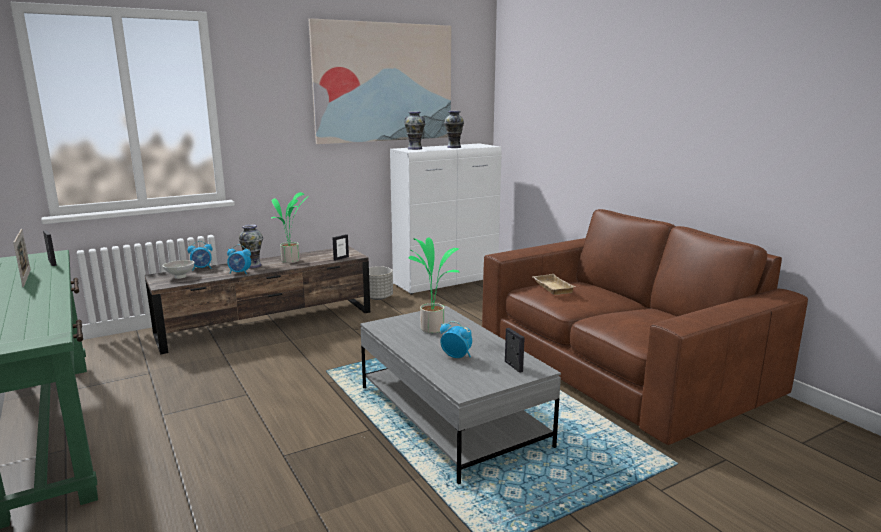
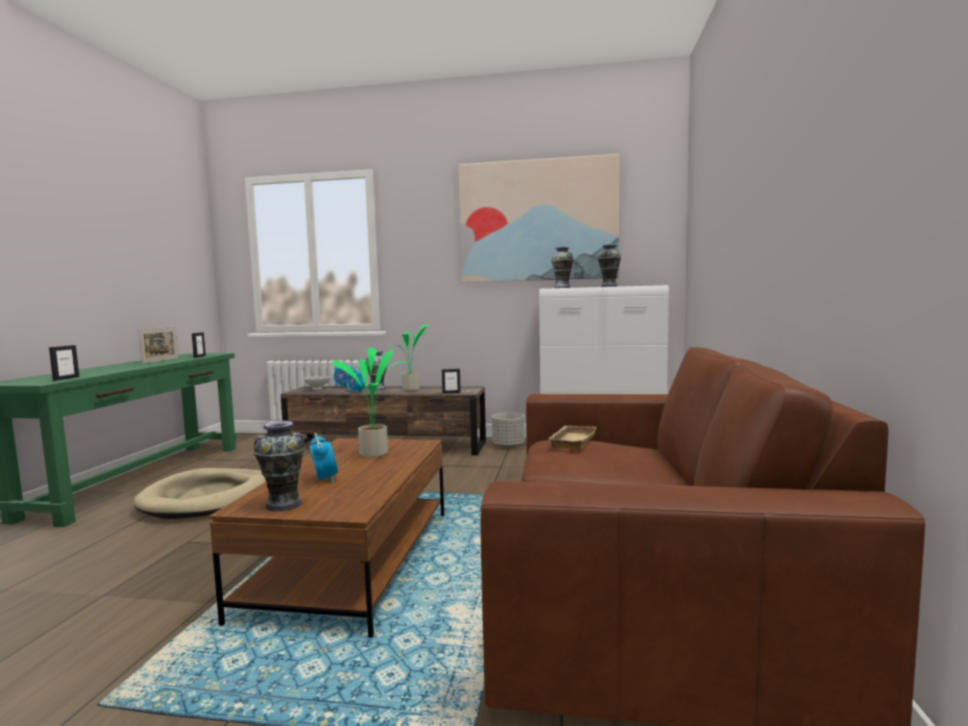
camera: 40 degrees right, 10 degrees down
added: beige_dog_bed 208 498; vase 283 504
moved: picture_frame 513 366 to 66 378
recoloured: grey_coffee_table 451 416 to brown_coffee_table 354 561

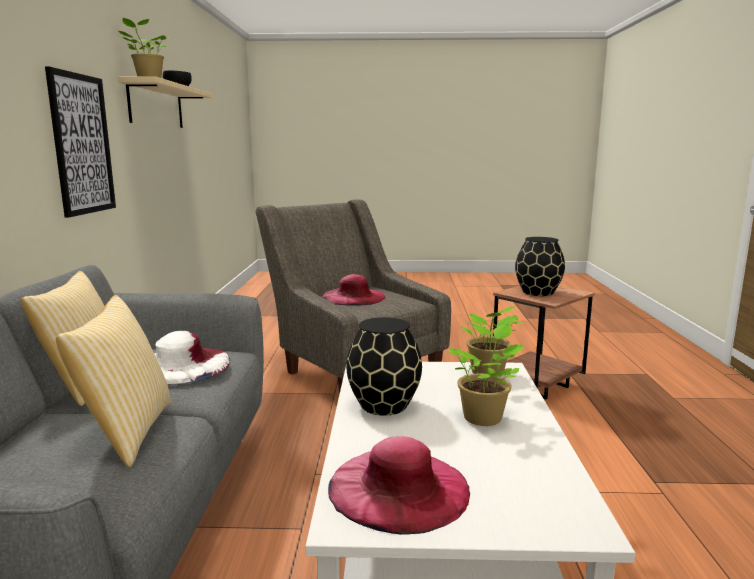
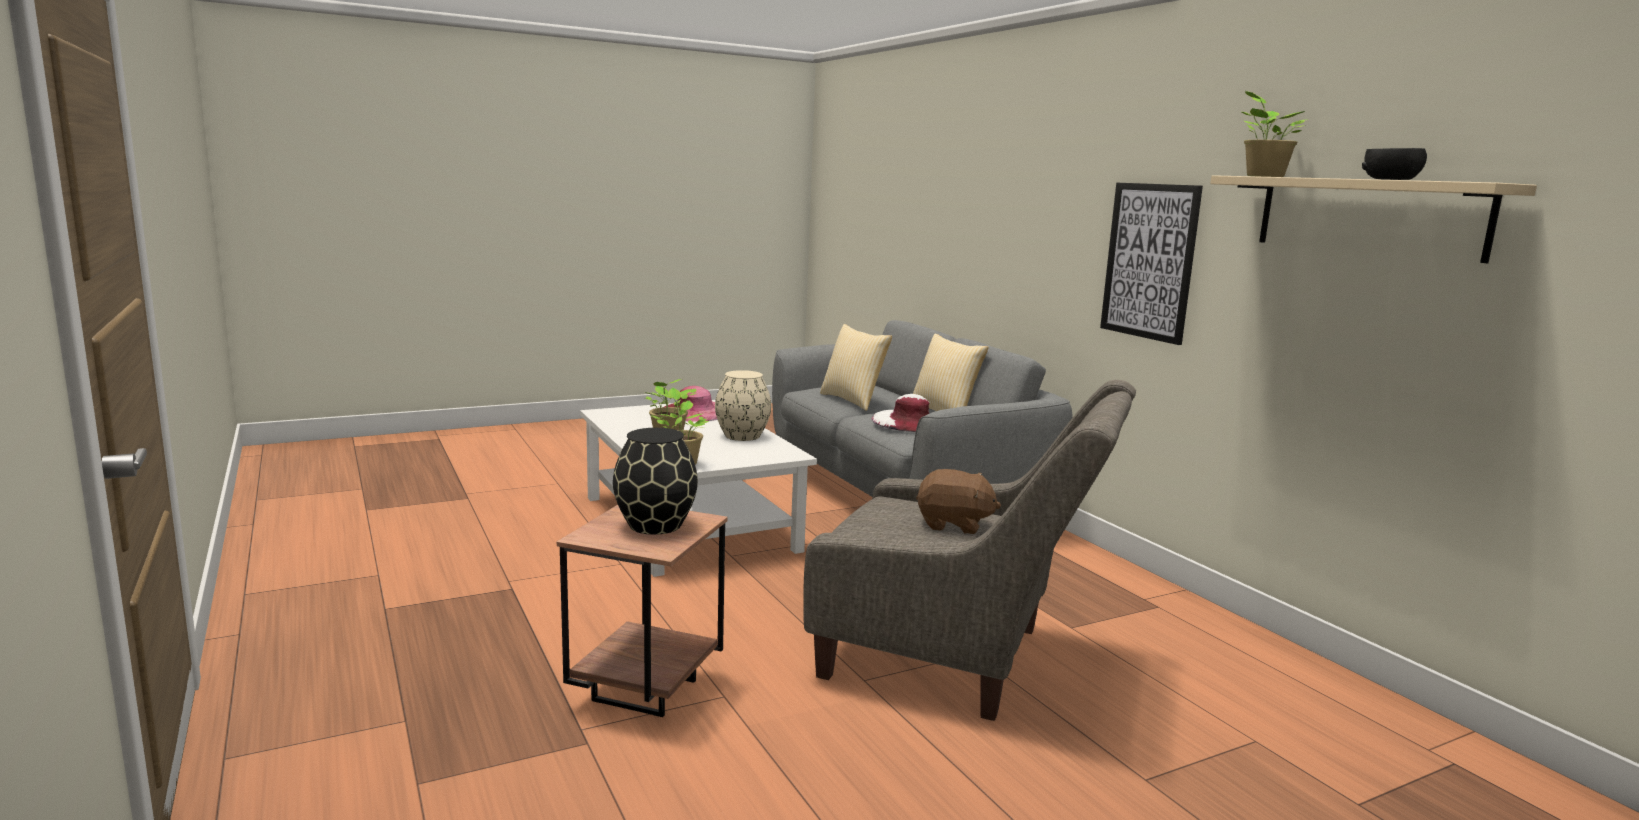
camera: 150 degrees right, 0 degrees up
replaced: pink_hat 353 297 to brown_plush_toy 953 525
recoloured: black_vase 383 405 to beige_vase 743 436

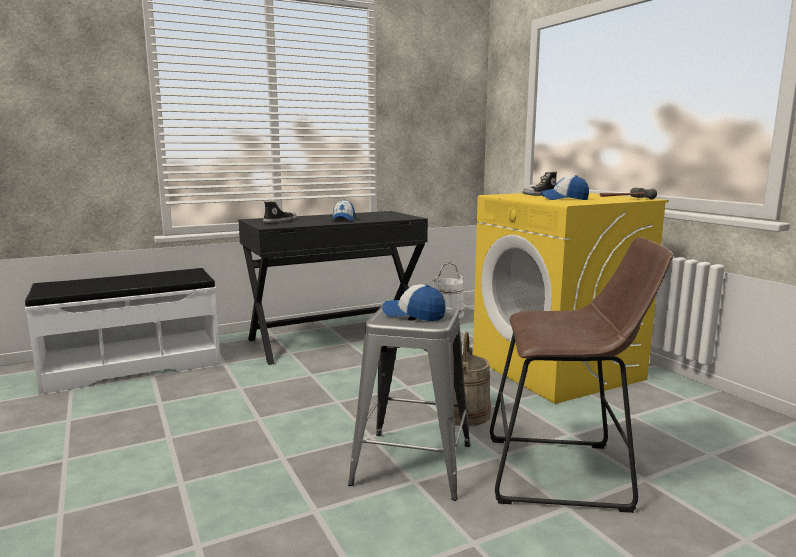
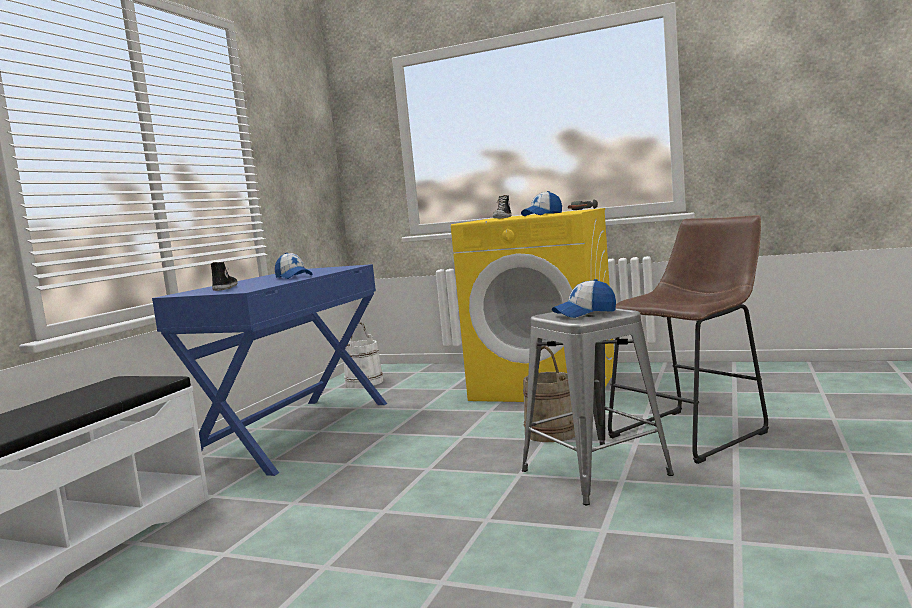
camera: 40 degrees left, 5 degrees down
recoloured: black_desk 336 338 to blue_desk 294 432

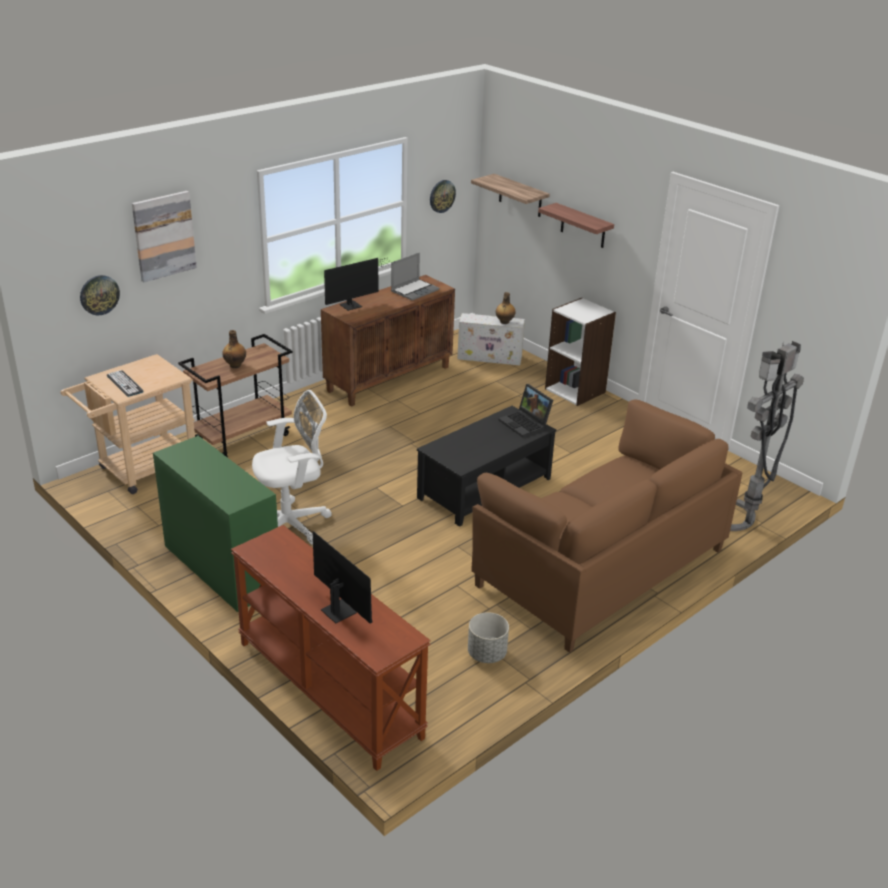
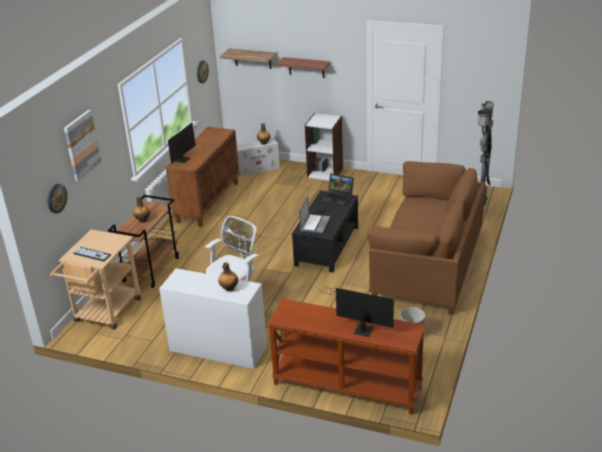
camera: 25 degrees left, 0 degrees up
added: bottle 229 289
moved: laptop 414 290 to 314 224
recoloured: green_desk 221 567 to white_desk 217 348

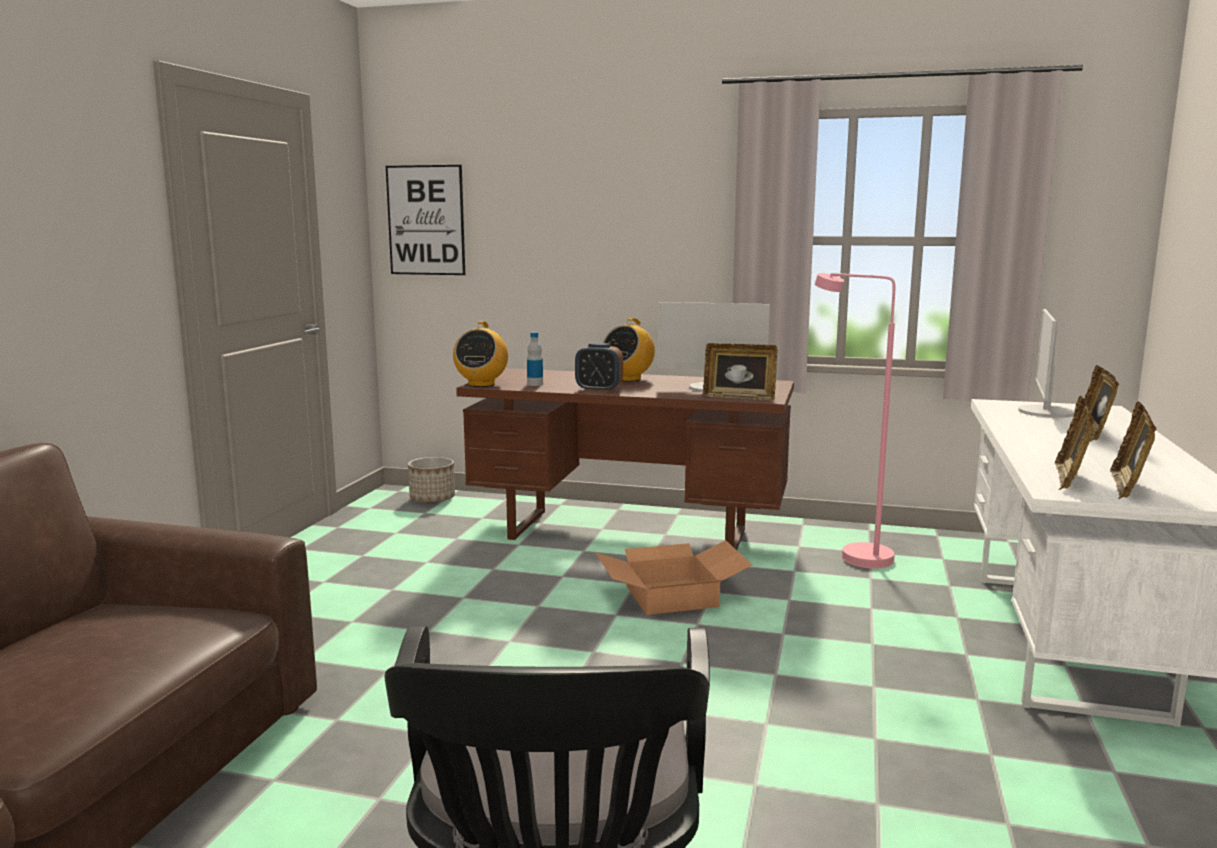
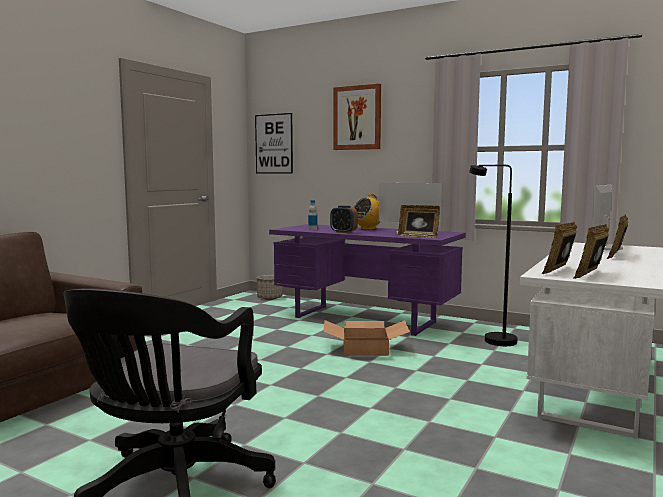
camera: 15 degrees right, 5 degrees down
removed: radio 481 384
added: picture 357 118
recoloured: brown_desk 629 534 to purple_desk 365 319; pink_floor_lamp 853 556 to black_floor_lamp 492 339

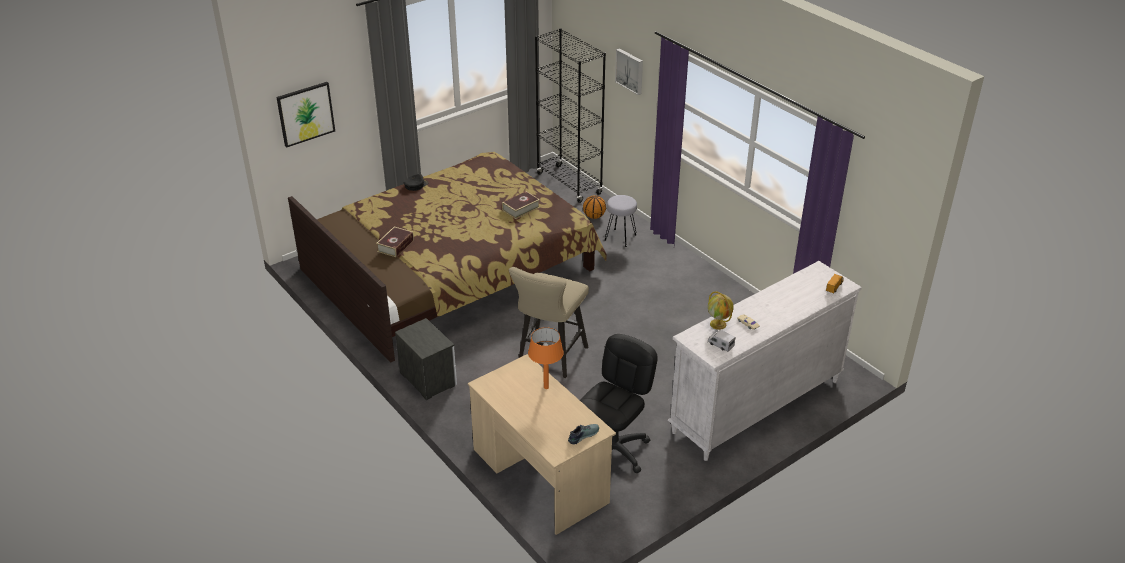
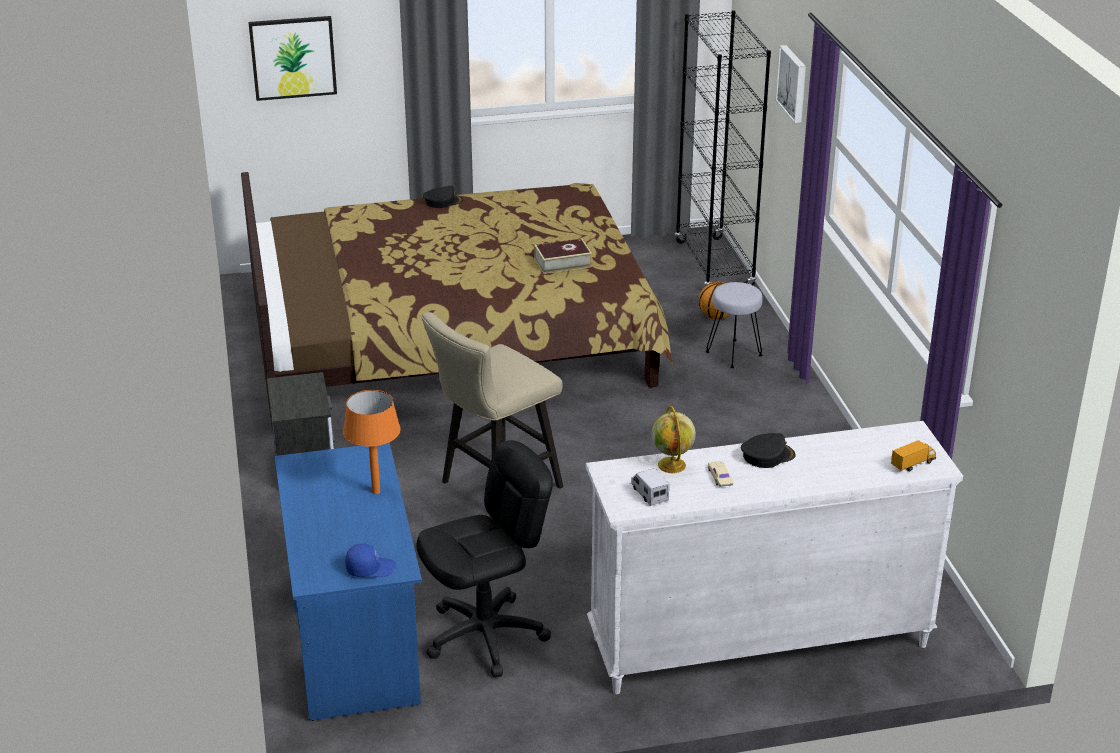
camera: 25 degrees right, 5 degrees down
removed: book 395 246
added: black_cap 767 455
replaced: shoe 582 435 to blue_cap 370 568
recoloured: beige_desk 540 475 to blue_desk 352 636

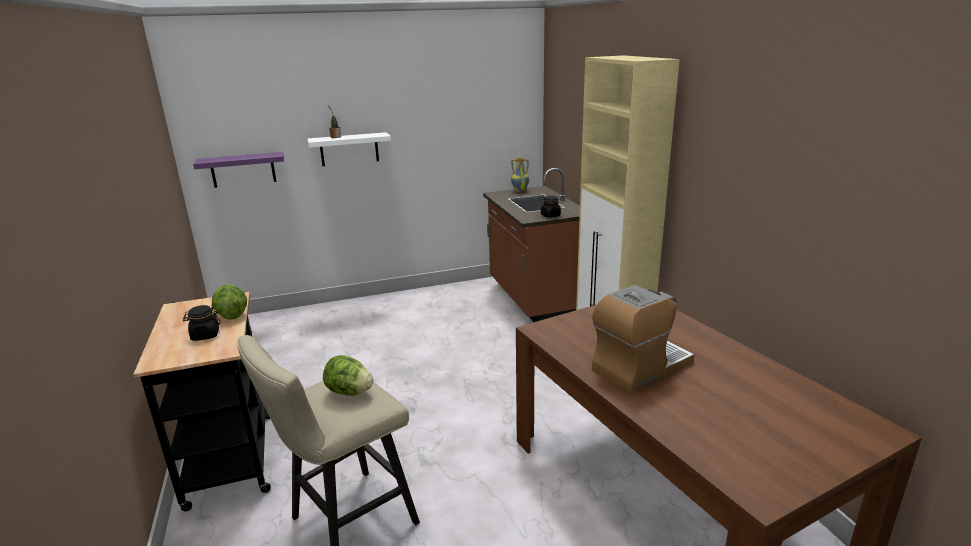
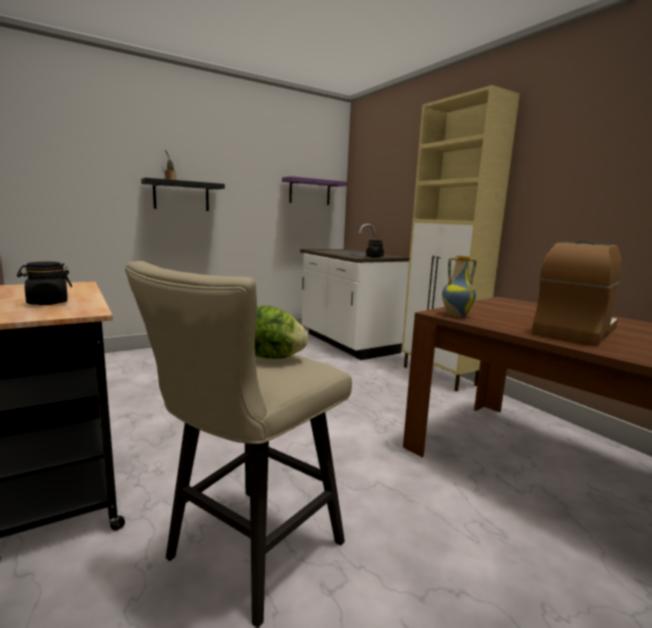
camera: 15 degrees left, 10 degrees down
removed: lettuce 231 315
moved: purple_shelf 243 170 to 309 192; vase 520 191 to 456 315
recoloured: white_shelf 349 149 to black_shelf 181 195; brown_counter 534 299 to white_counter 347 343

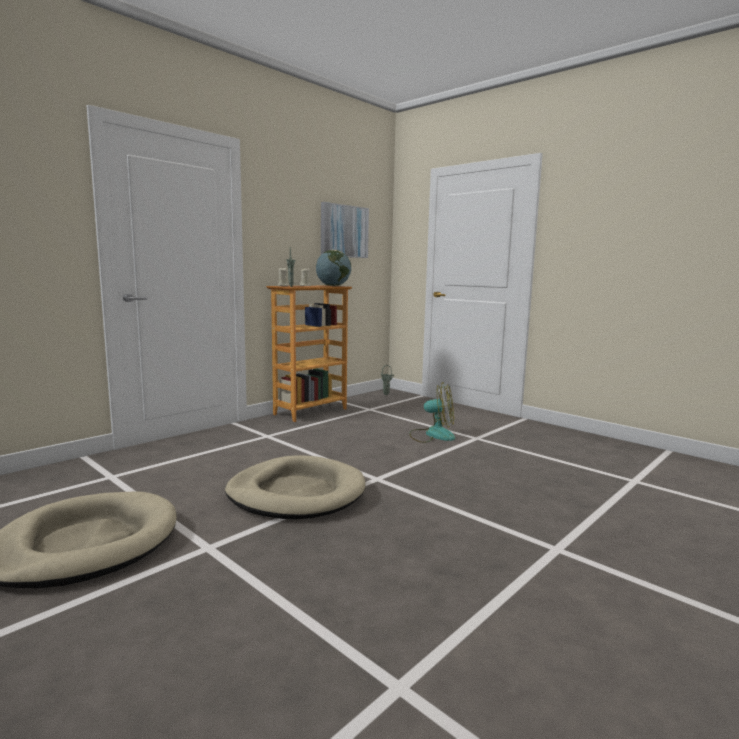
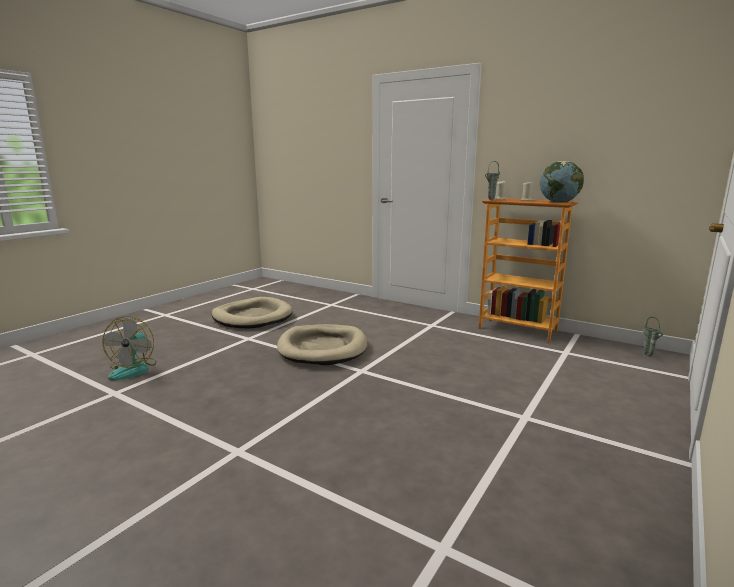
camera: 80 degrees right, 5 degrees up
removed: picture 344 231
moved: fan 432 435 to 134 369

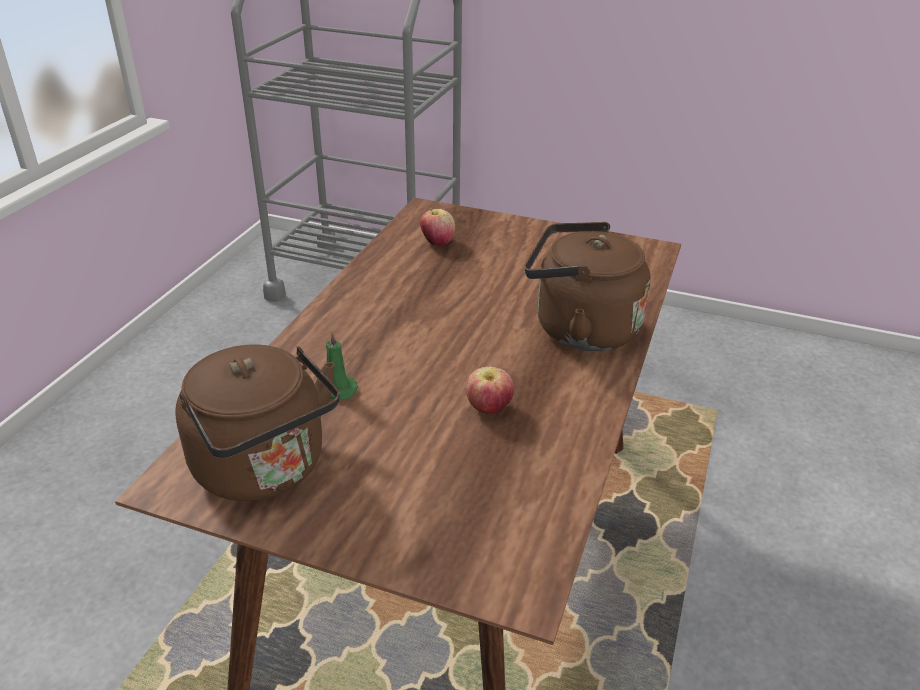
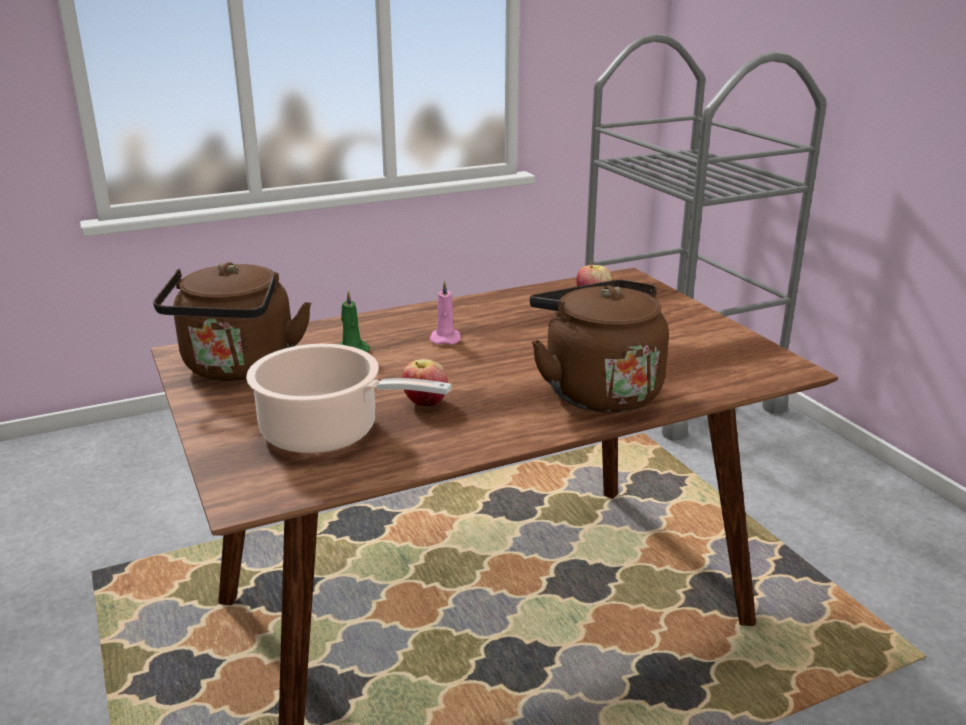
camera: 45 degrees right, 10 degrees down
added: cooking_pot 327 433; pink_candle 445 338

